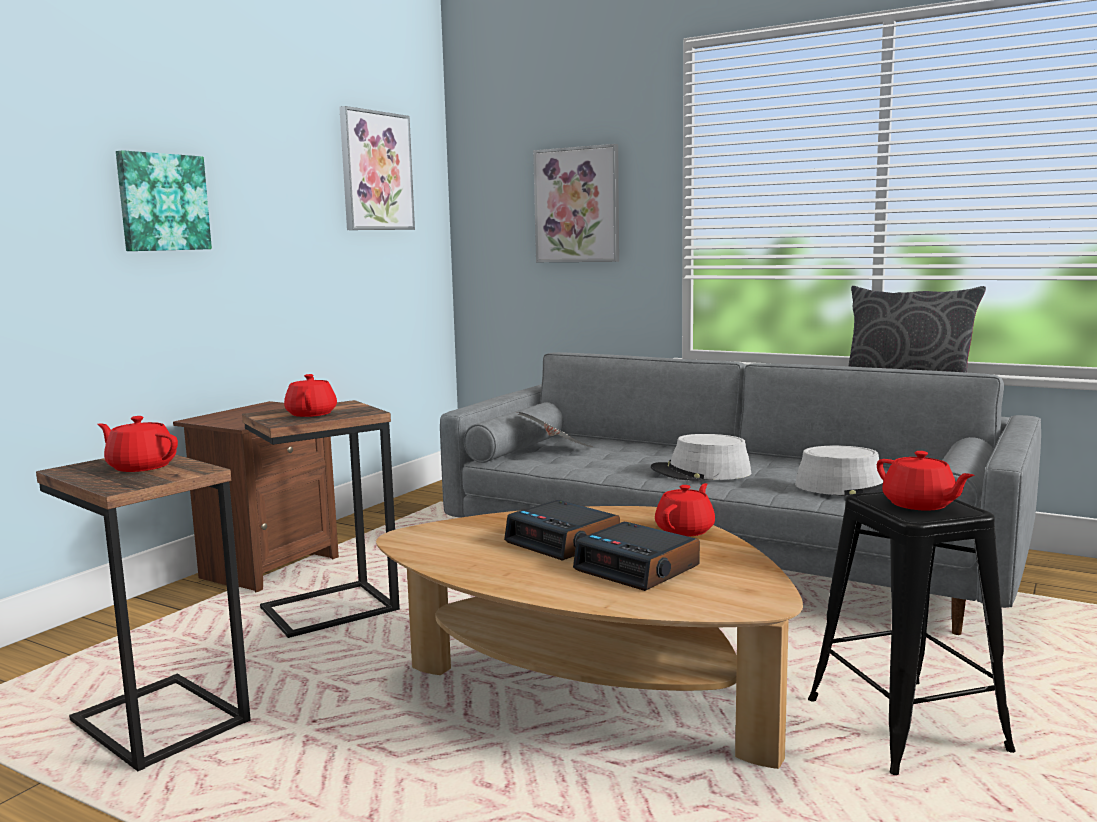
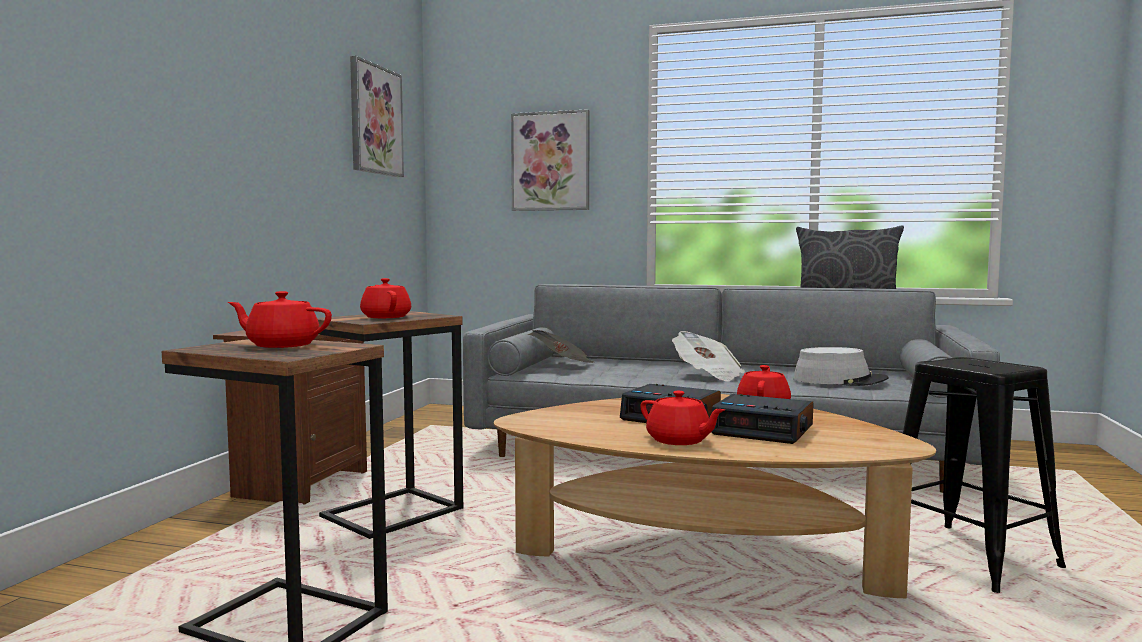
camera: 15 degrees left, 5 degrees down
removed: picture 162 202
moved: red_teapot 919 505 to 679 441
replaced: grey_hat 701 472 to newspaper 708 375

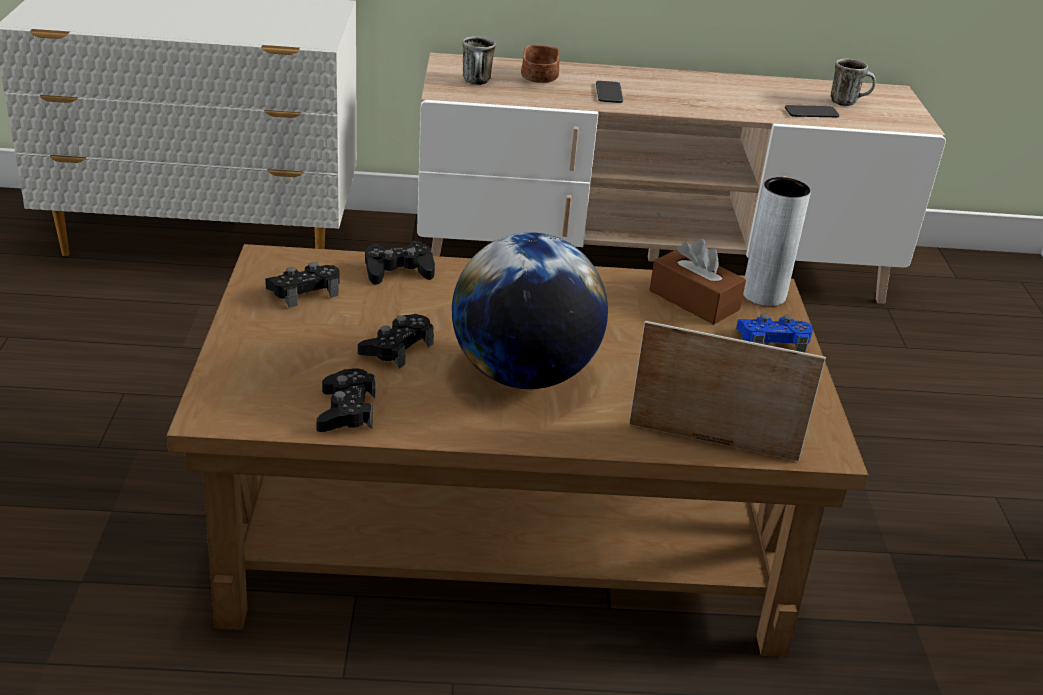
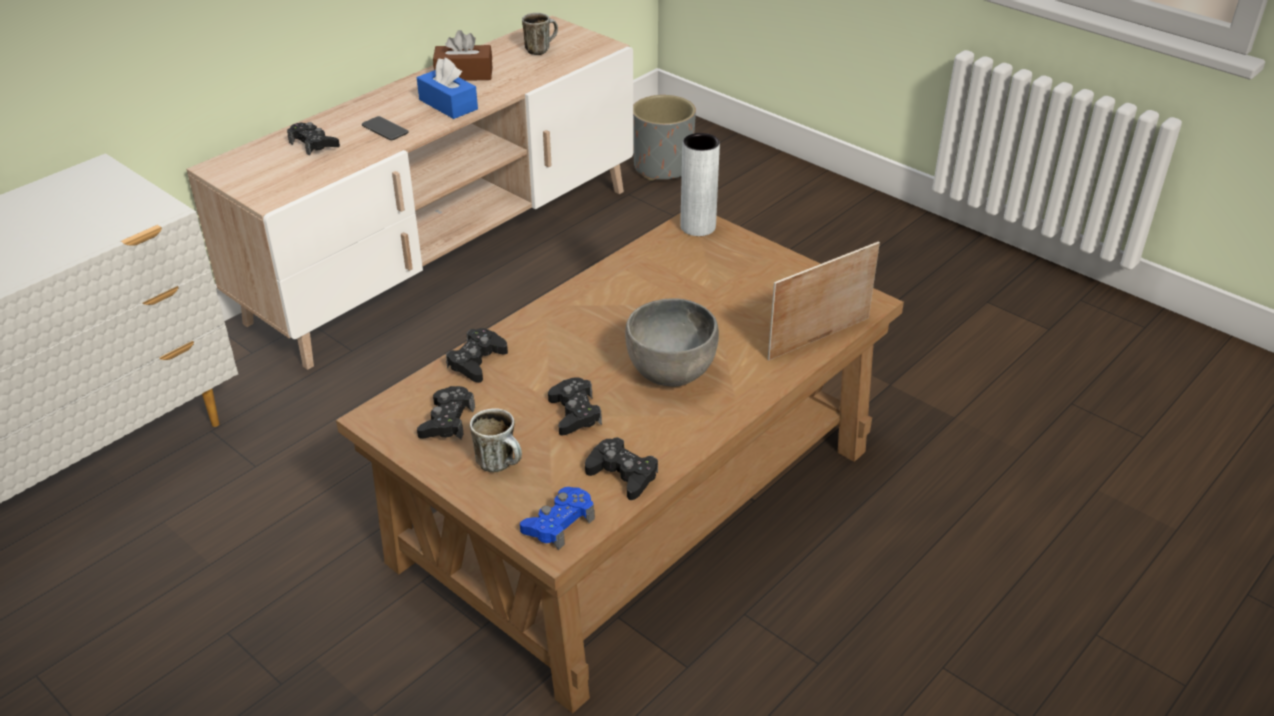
camera: 45 degrees left, 5 degrees up
removed: phone 811 113
added: blue_tissue_box 448 104; grey_planter 663 167
moved: brown_tissue_box 694 300 to 464 74; mug 478 83 to 501 464; blue_game_controller 772 341 to 559 523
replaced: brown_bowl 539 78 to black_game_controller 314 144; globe 524 375 to grey_bowl 670 374

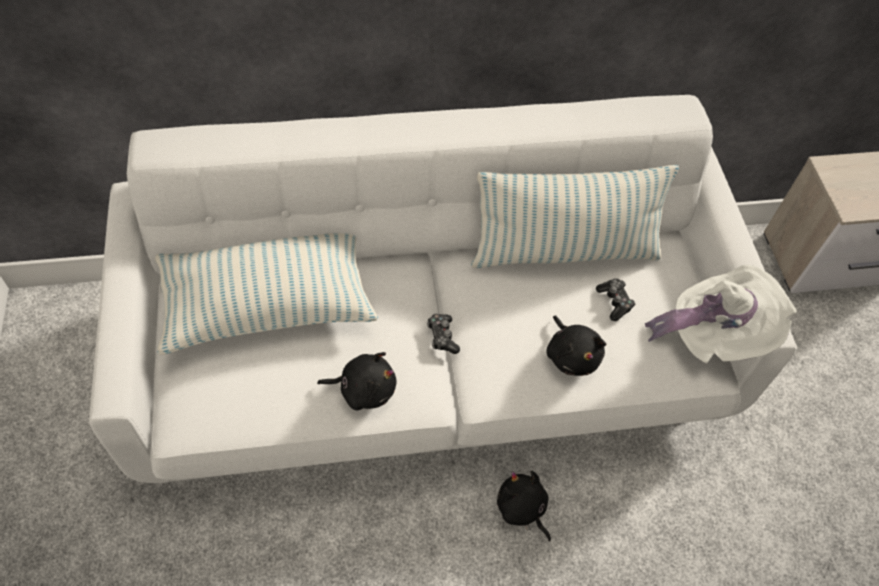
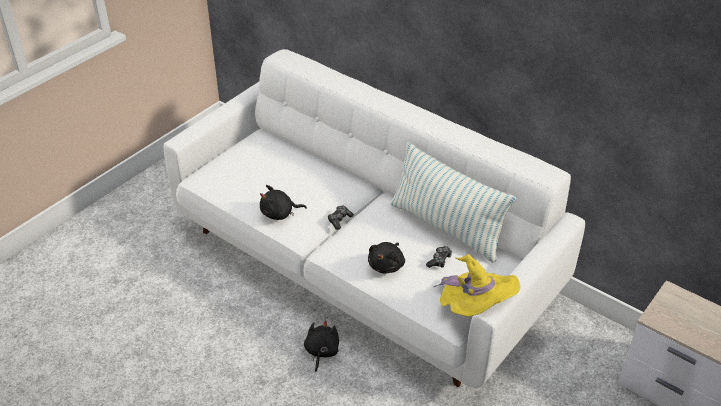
camera: 50 degrees right, 15 degrees down
removed: pillow 268 304
recoloured: white_hat 714 334 to yellow_hat 474 308
turned: black_plush_toy 364 389 = 279 213 120 degrees clockwise

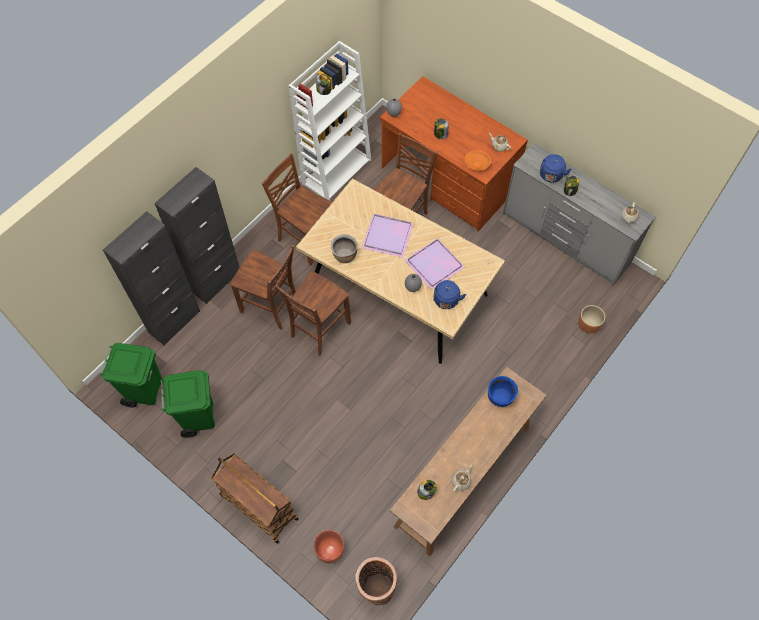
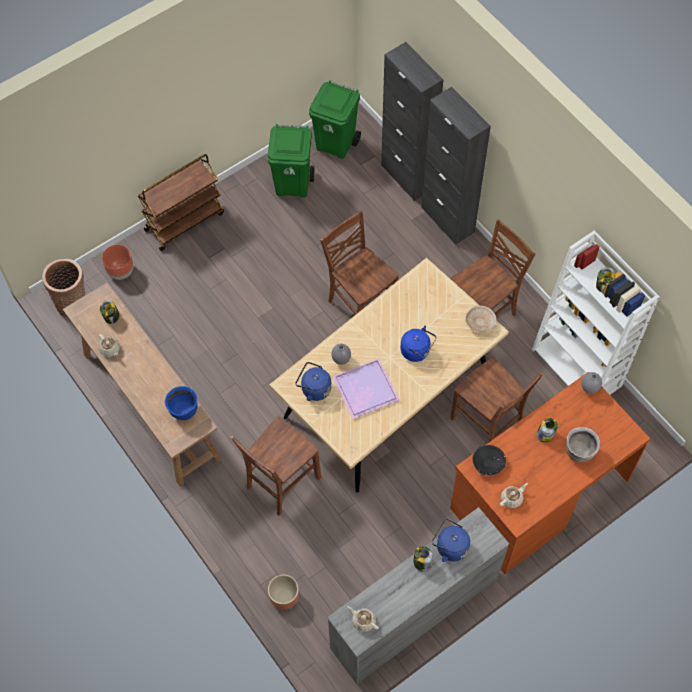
camera: 105 degrees right, 0 degrees up
added: beige_bowl 480 323
moved: brown_chair 271 306 to 281 483; brown_cooking_pot 344 255 to 579 451
replaced: purple_tray 388 235 to blue_kettle 417 351
recoloured: orange_bowl 476 164 to black_bowl 488 463

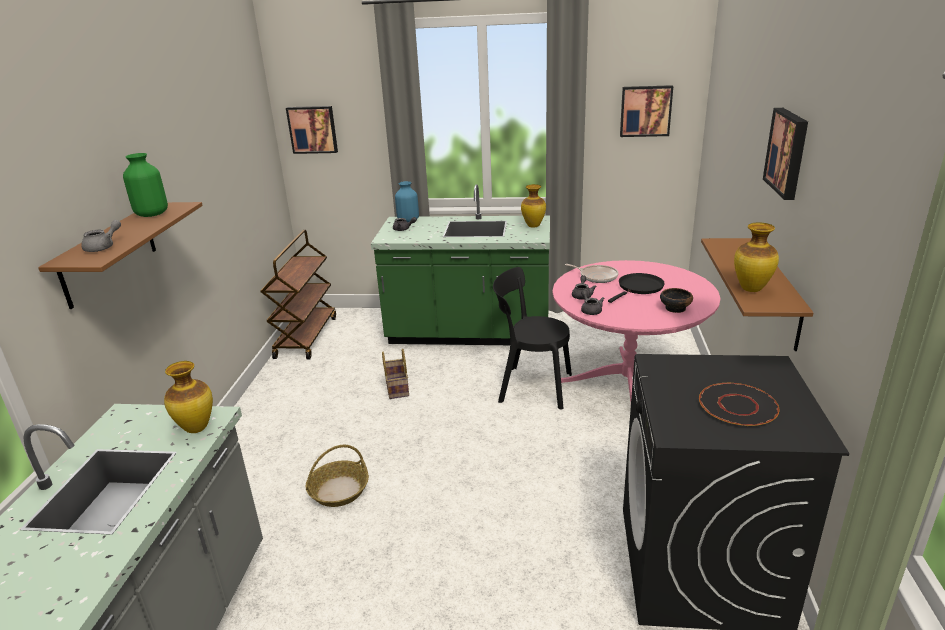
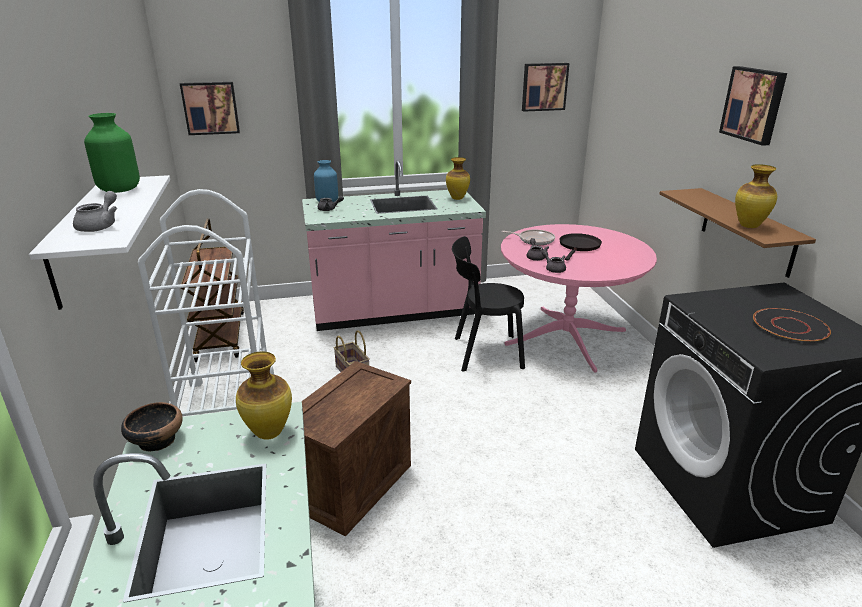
camera: 20 degrees left, 0 degrees up
added: white_cart 228 407
moved: bowl 675 308 to 156 440
replaced: basket 339 490 to crate 352 484
recoloured: brown_shelf 109 254 to white_shelf 79 240; green_counter 469 334 to pink_counter 394 312

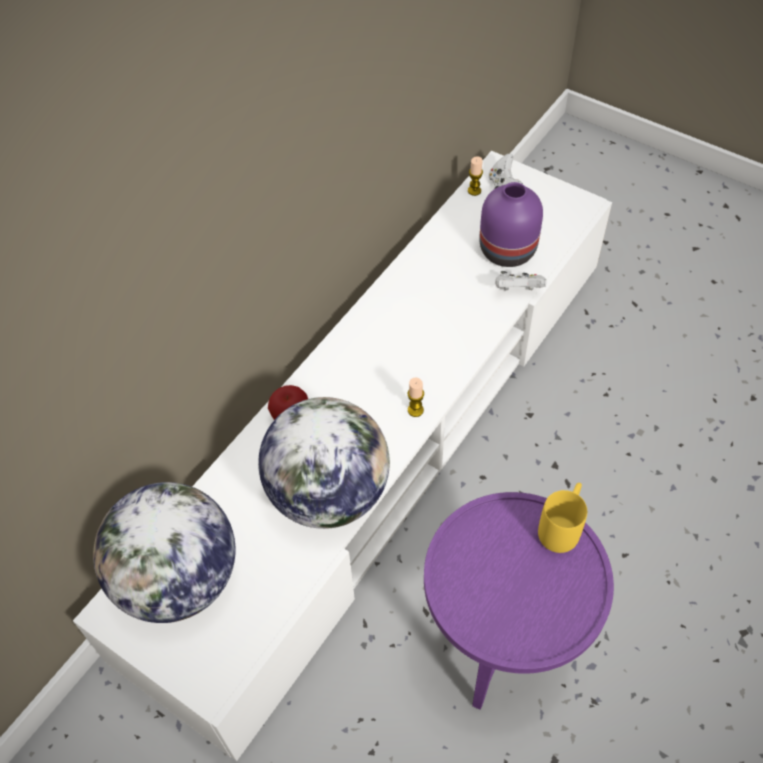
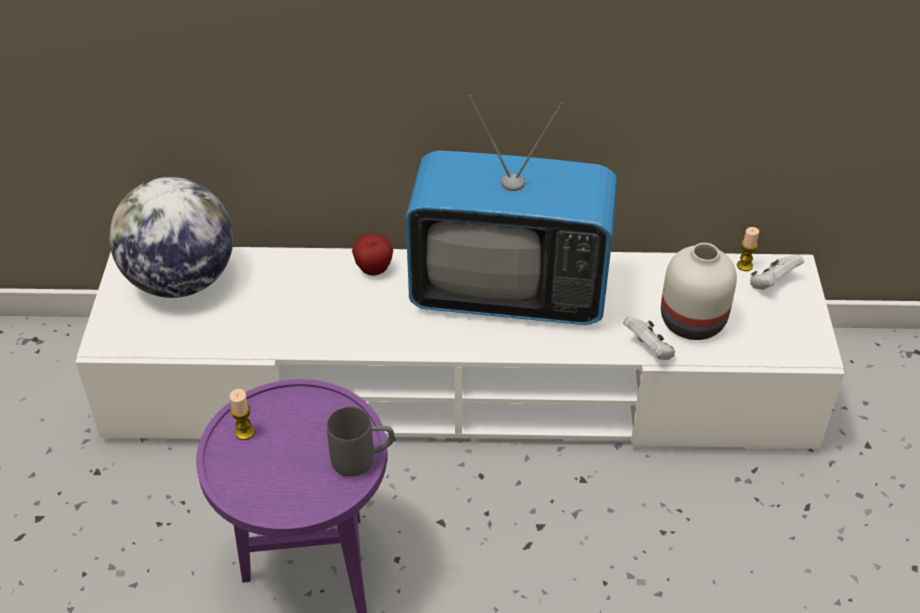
camera: 55 degrees right, 10 degrees down
removed: globe 328 493
added: television 509 292
moved: candle 415 410 to 244 432
recoloured: yellow_mug 562 526 to grey_mug 363 459; purple_vase 506 251 to white_vase 690 321

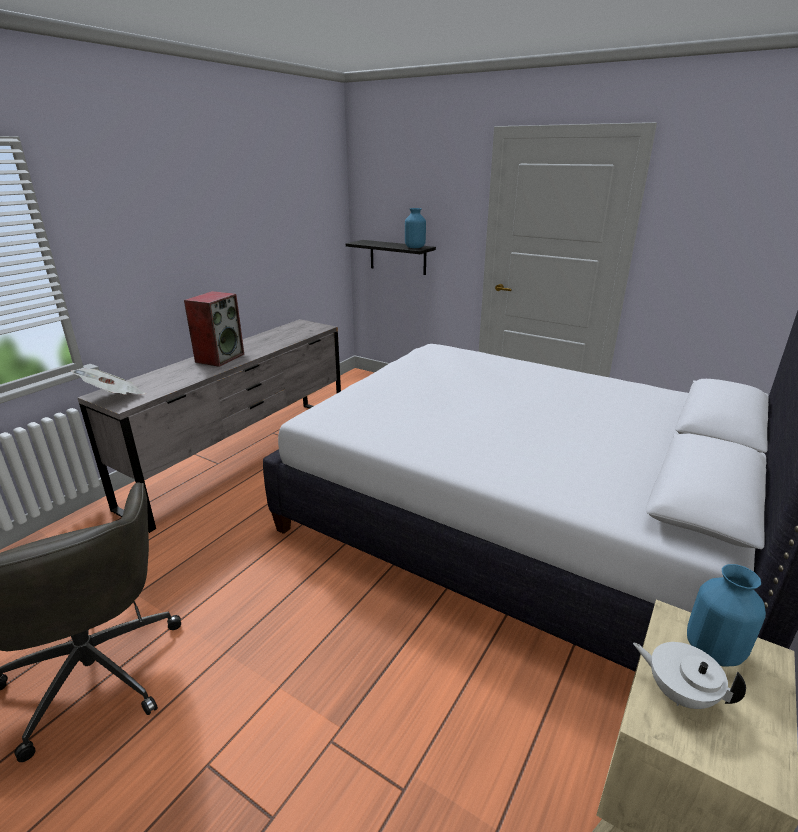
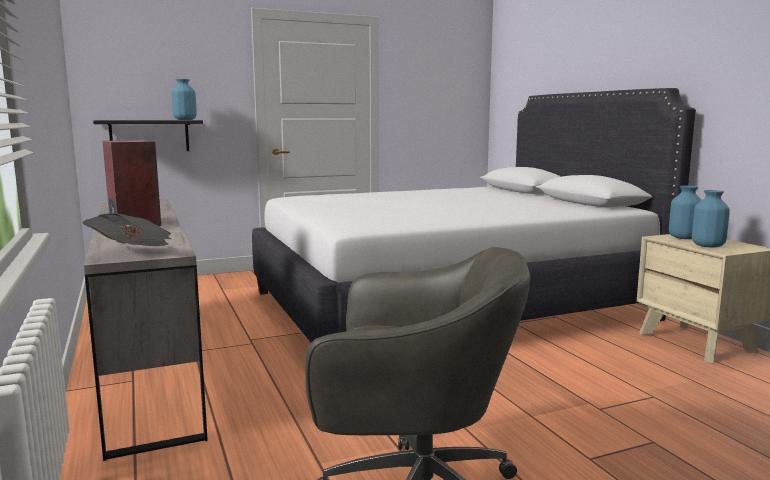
camera: 55 degrees left, 15 degrees down
replaced: white_teapot 679 692 to blue_vase 707 246

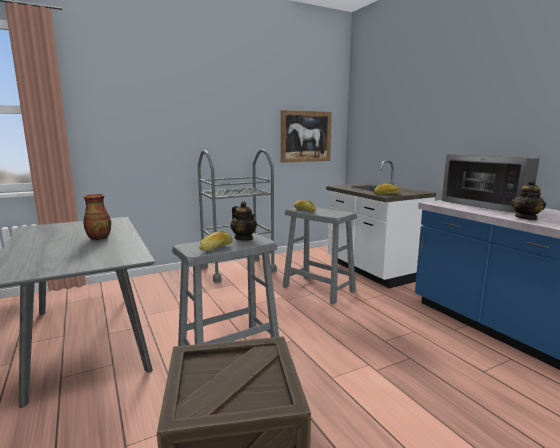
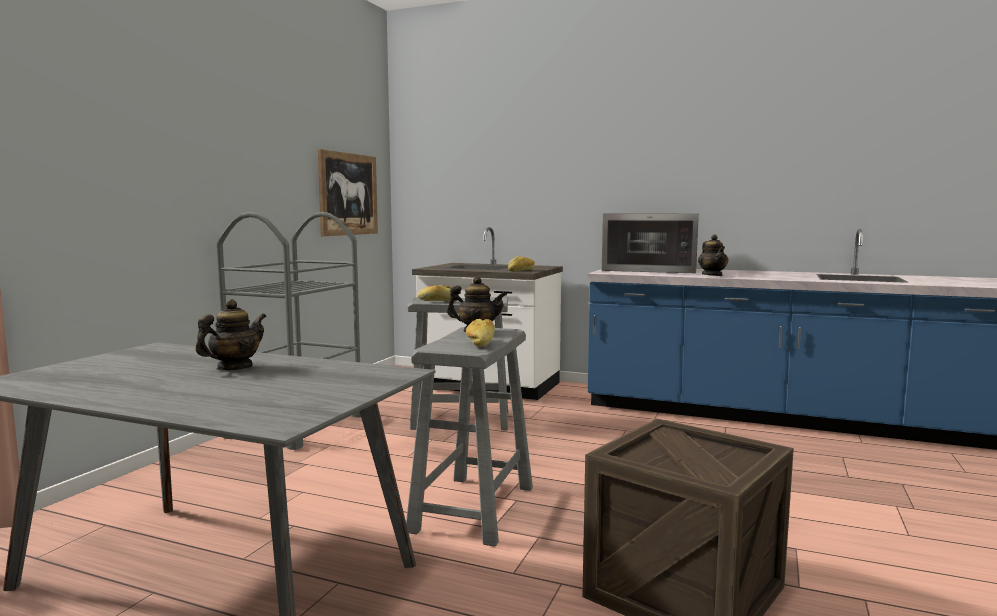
camera: 40 degrees left, 5 degrees down
replaced: vase 99 238 to teapot 234 368

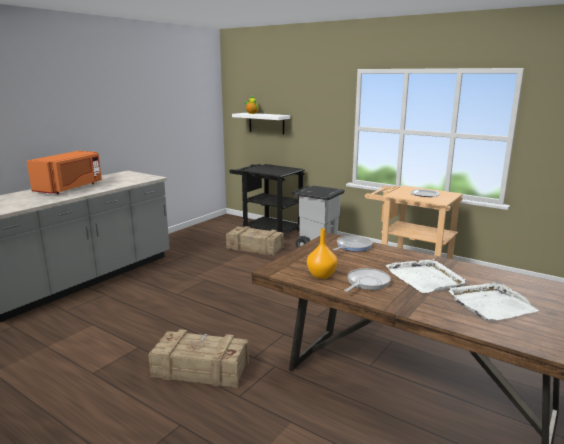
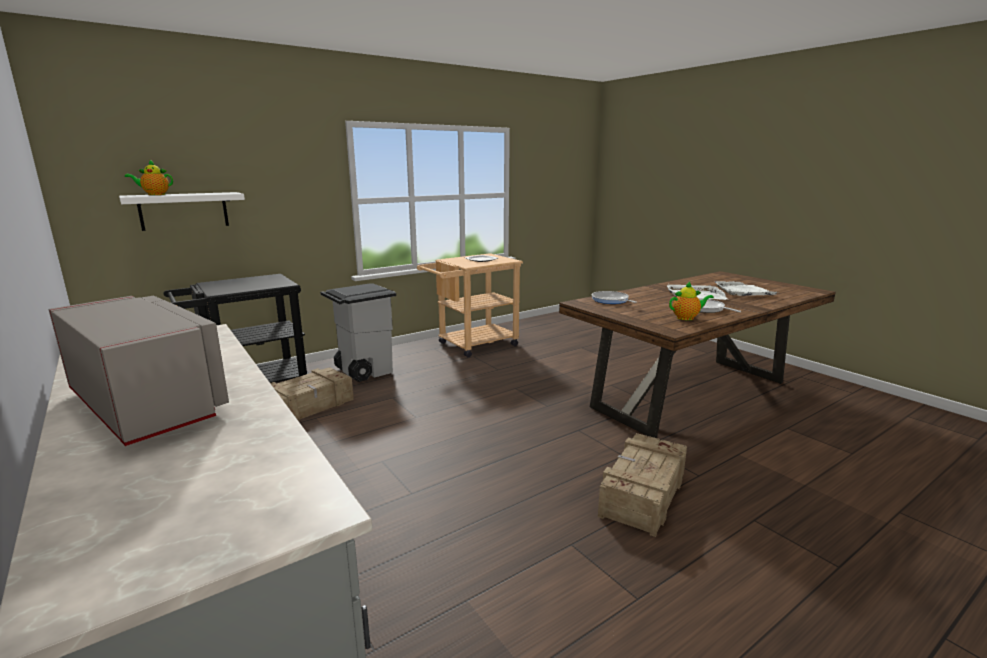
camera: 70 degrees left, 0 degrees up
replaced: orange_vase 320 275 to teapot 687 318
recoloured: orange_microwave 70 188 to grey_microwave 148 405

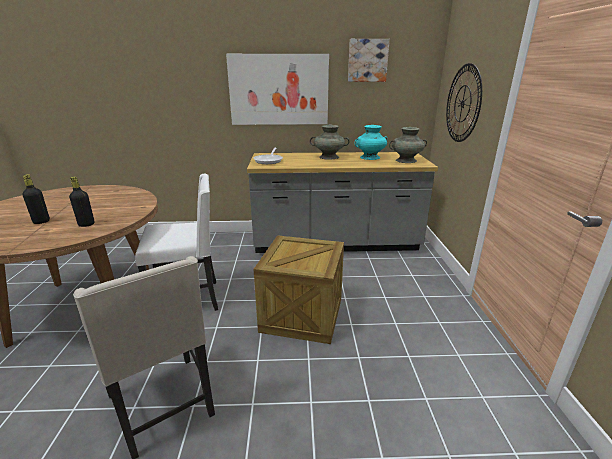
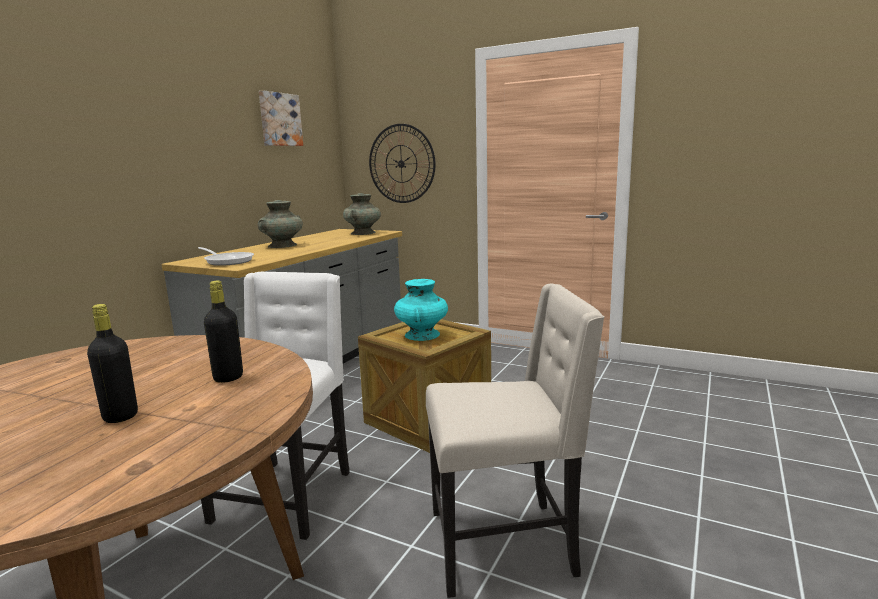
camera: 60 degrees left, 10 degrees down
removed: picture 279 90
moved: turquoise_vase 370 157 to 422 335

